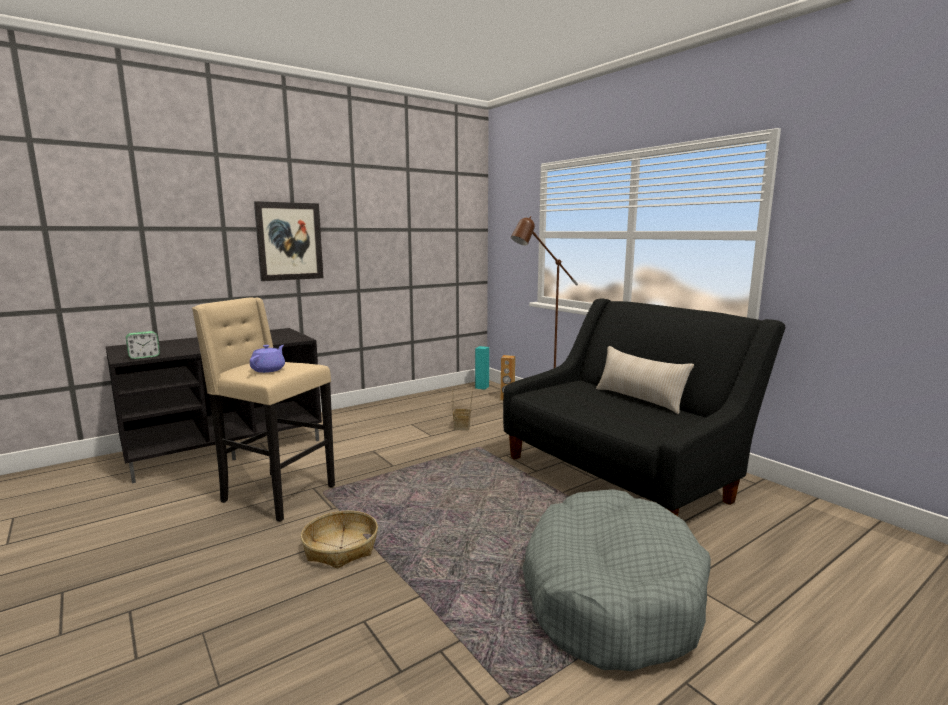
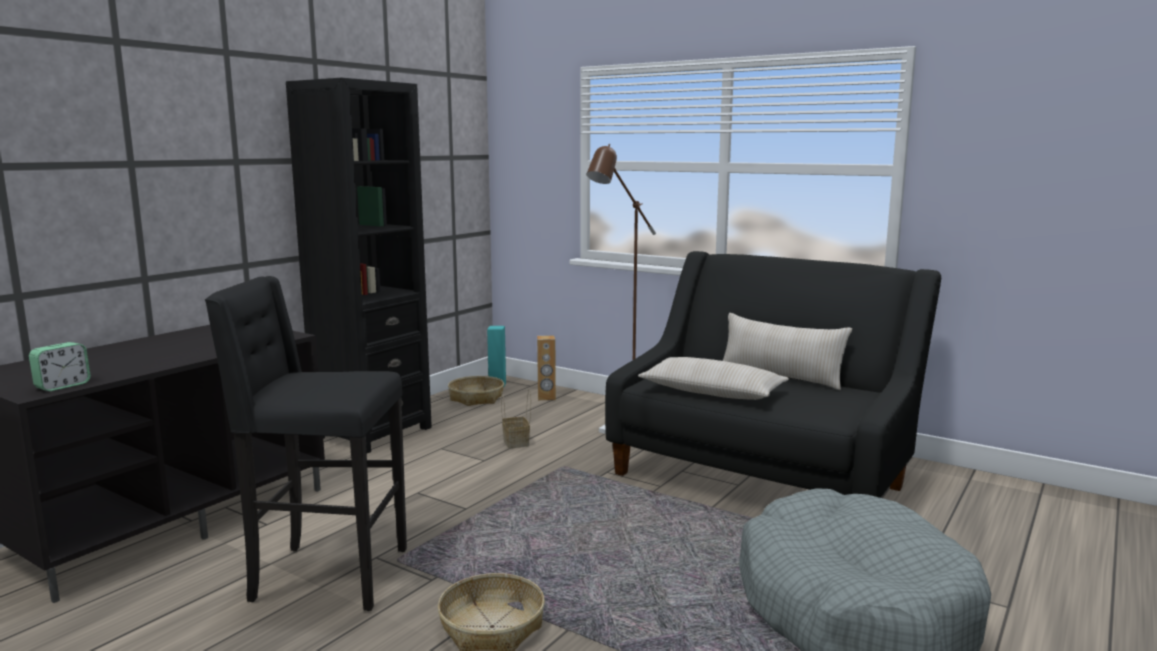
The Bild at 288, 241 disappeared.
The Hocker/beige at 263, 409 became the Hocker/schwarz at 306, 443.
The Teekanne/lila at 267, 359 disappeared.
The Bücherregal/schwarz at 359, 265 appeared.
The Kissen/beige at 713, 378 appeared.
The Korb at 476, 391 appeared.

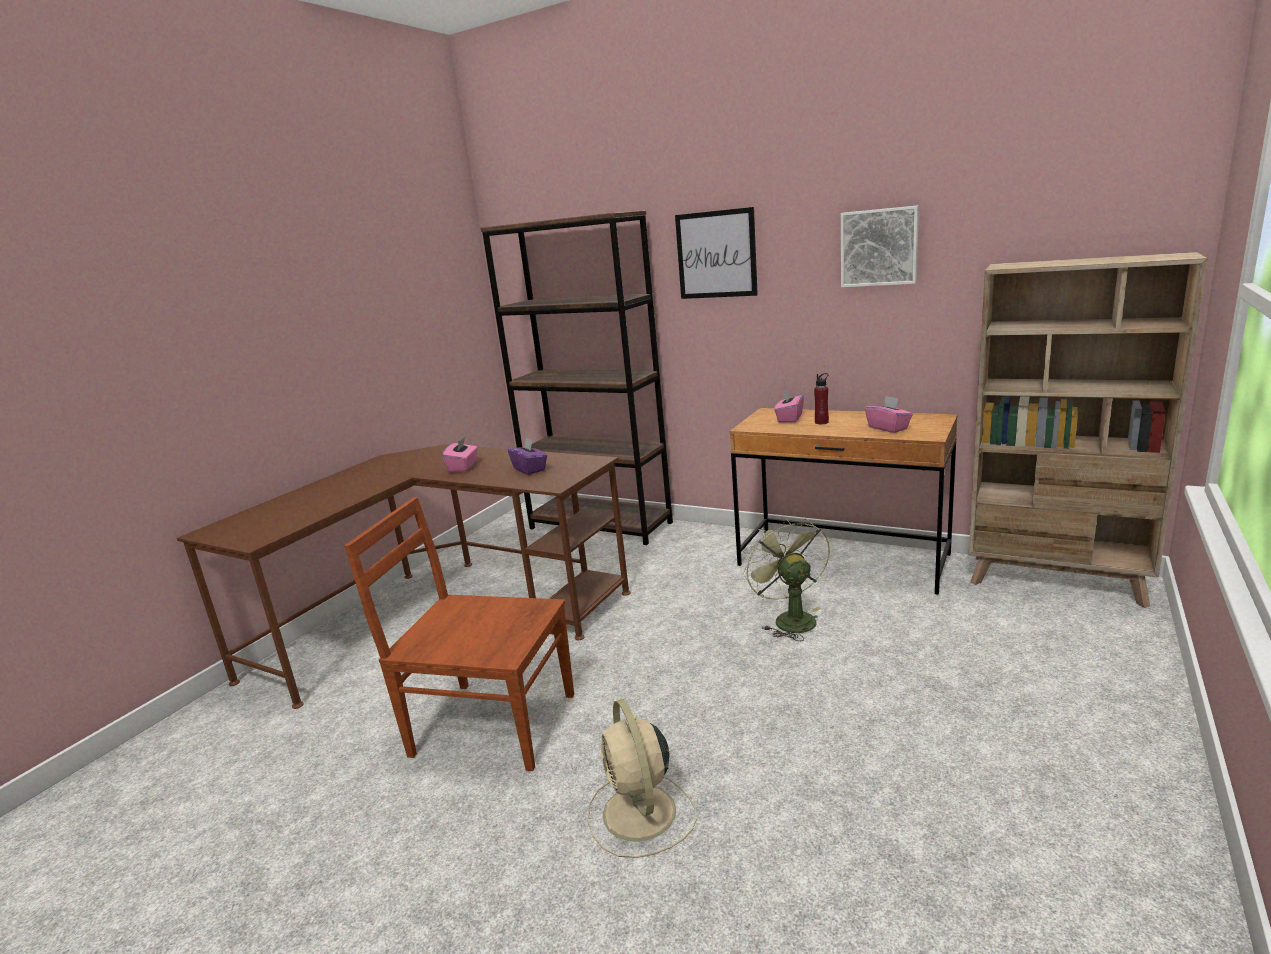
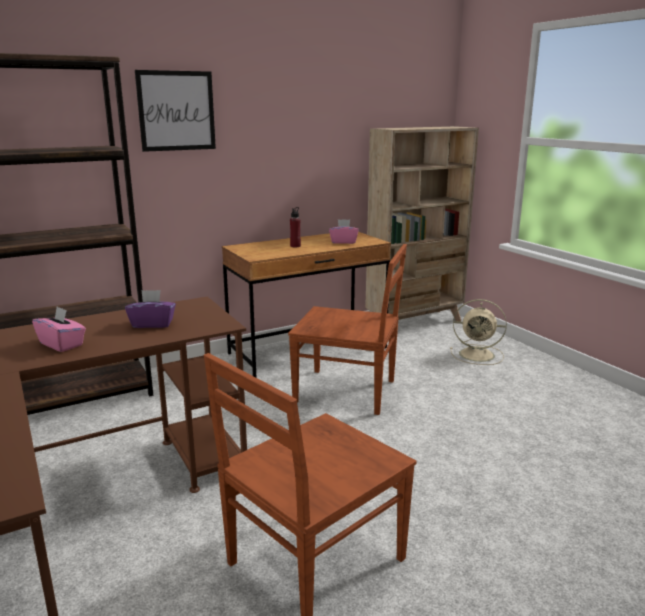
The Bild at 880, 246 disappeared.
The Taschentuchbox/rosa at 789, 406 disappeared.
The Ventilator/grün at 786, 579 was replaced by the Stuhl/braun at 347, 329.
The Ventilator/beige moved from 642, 778 to 478, 332.

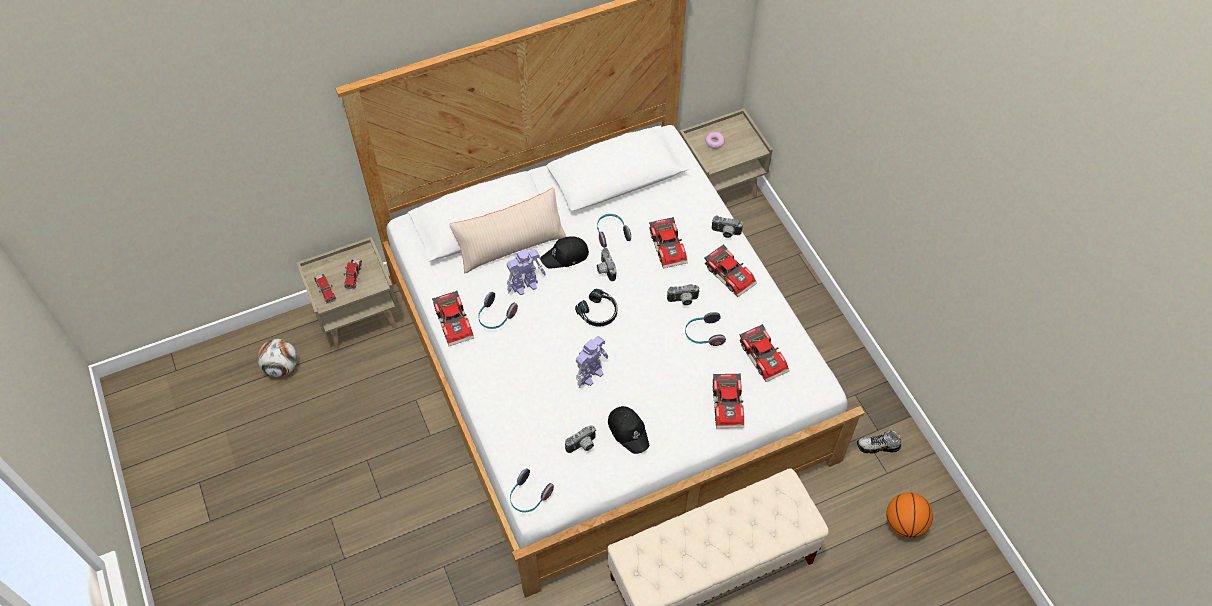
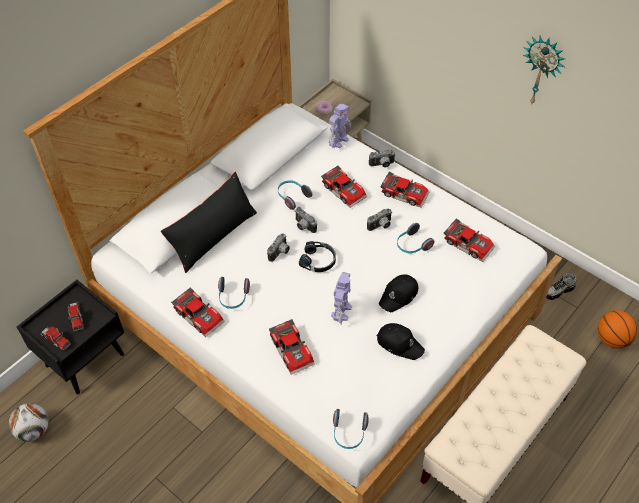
The Kissen/beige at 508, 231 became the Kissen/schwarz at 209, 222.
The Kappe/schwarz moved from 564, 252 to 398, 293.
The Nachttisch/beige at 347, 293 became the Nachttisch/schwarz at 70, 337.
The Spielzeugroboter moved from 526, 272 to 340, 126.
The Spielzeugauto moved from 728, 401 to 292, 347.
The Kamera moved from 580, 439 to 278, 247.
The Wanduhr at 544, 70 appeared.

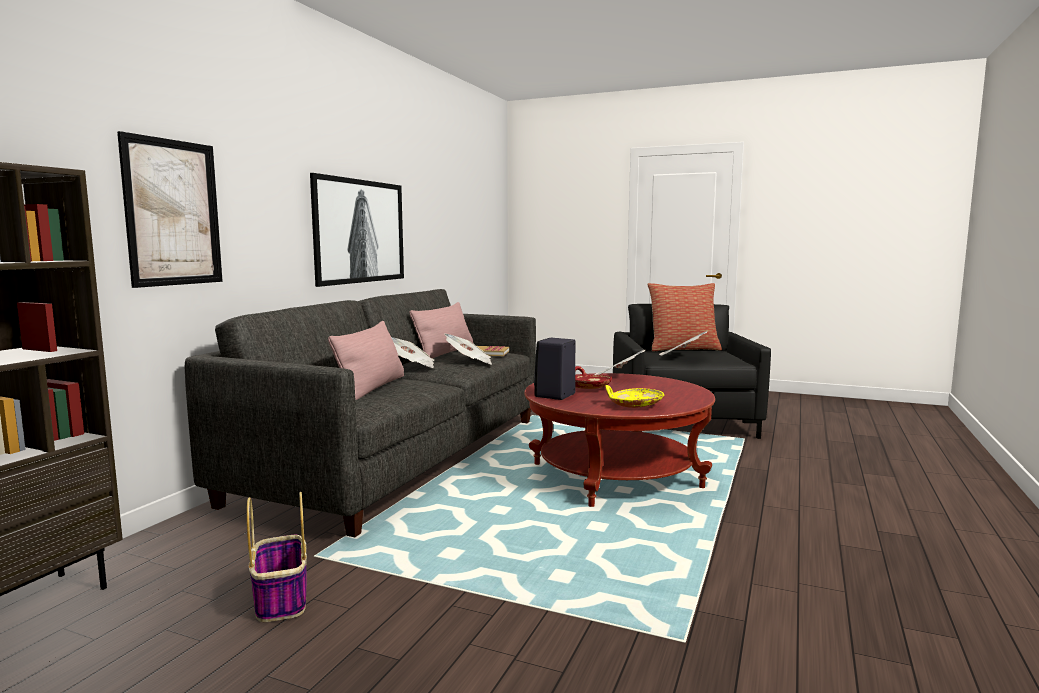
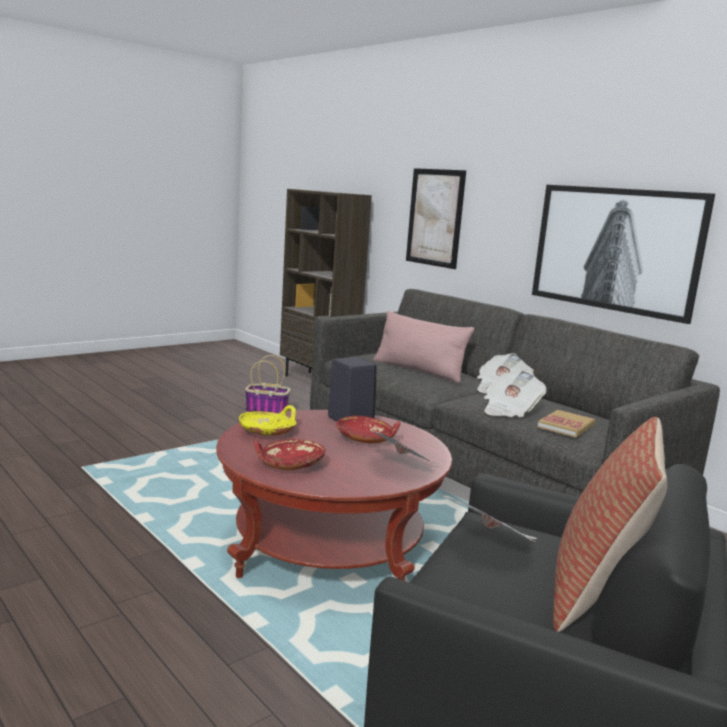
The Kissen/rosa at 441, 330 disappeared.
The Schüssel/rot at 290, 454 appeared.

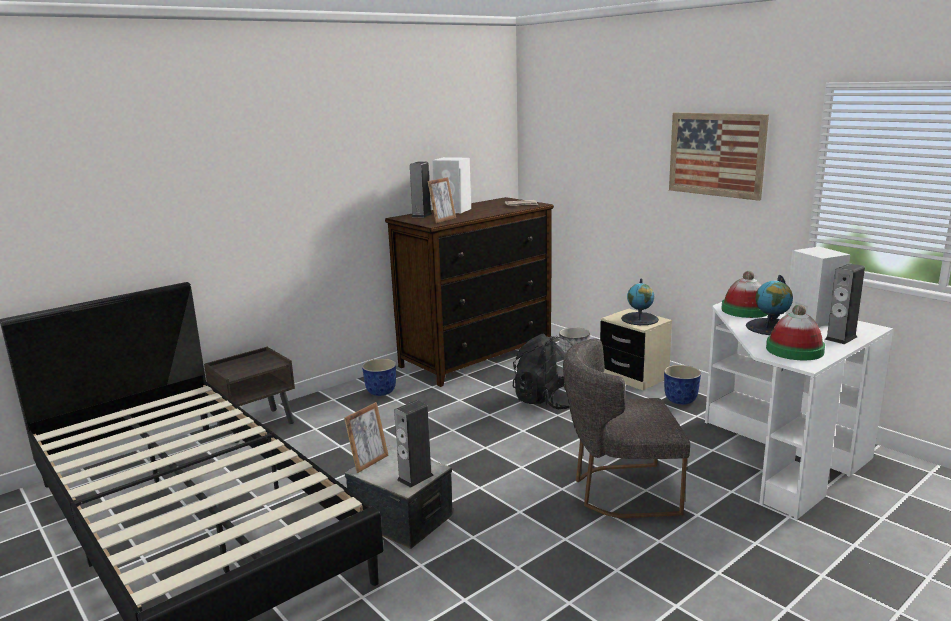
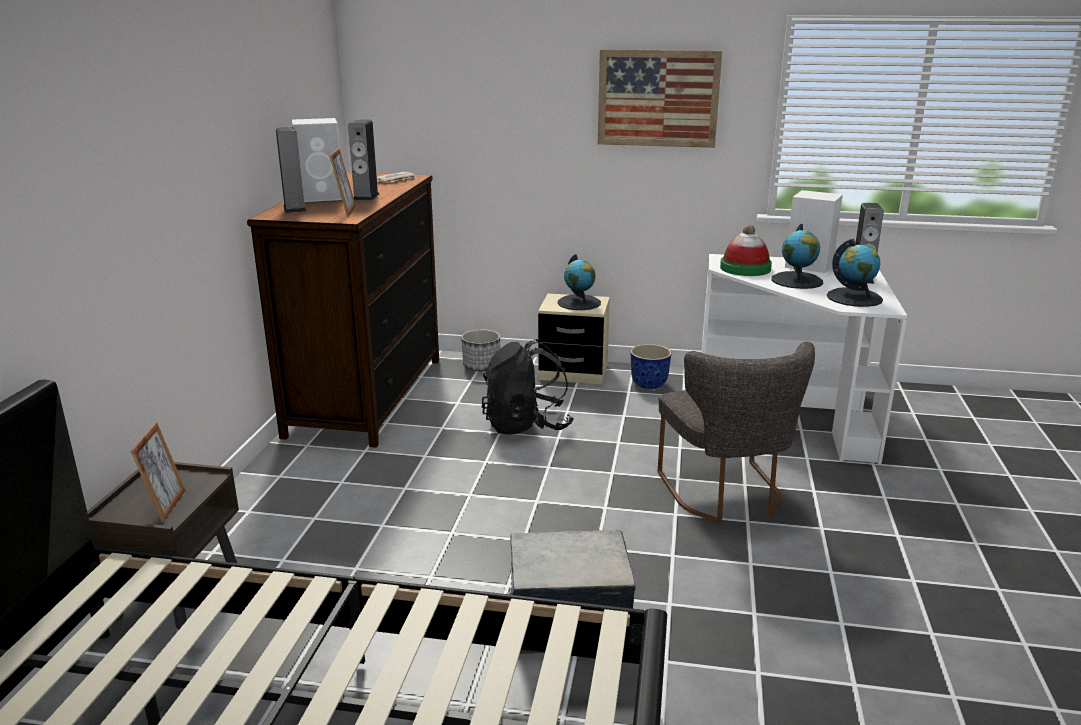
The Hut at 795, 332 was replaced by the Globus at 855, 273.
The Stuhl/grau at 626, 428 turned 60 degrees counterclockwise.
The Pflanzkübel at 379, 377 disappeared.
The Lautsprecher moved from 414, 444 to 363, 159.
The Bilderrahmen moved from 366, 437 to 157, 472.

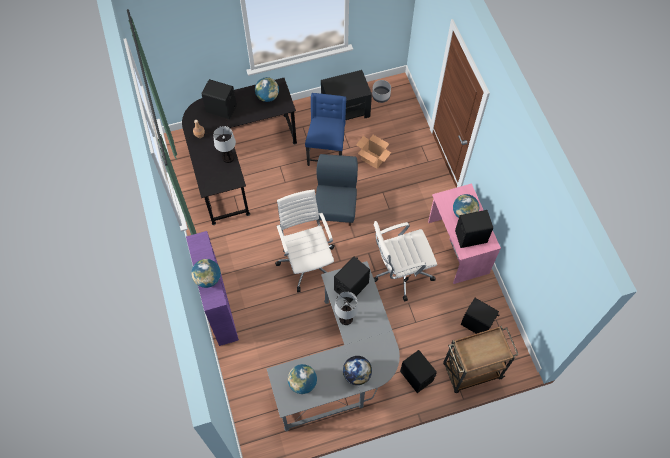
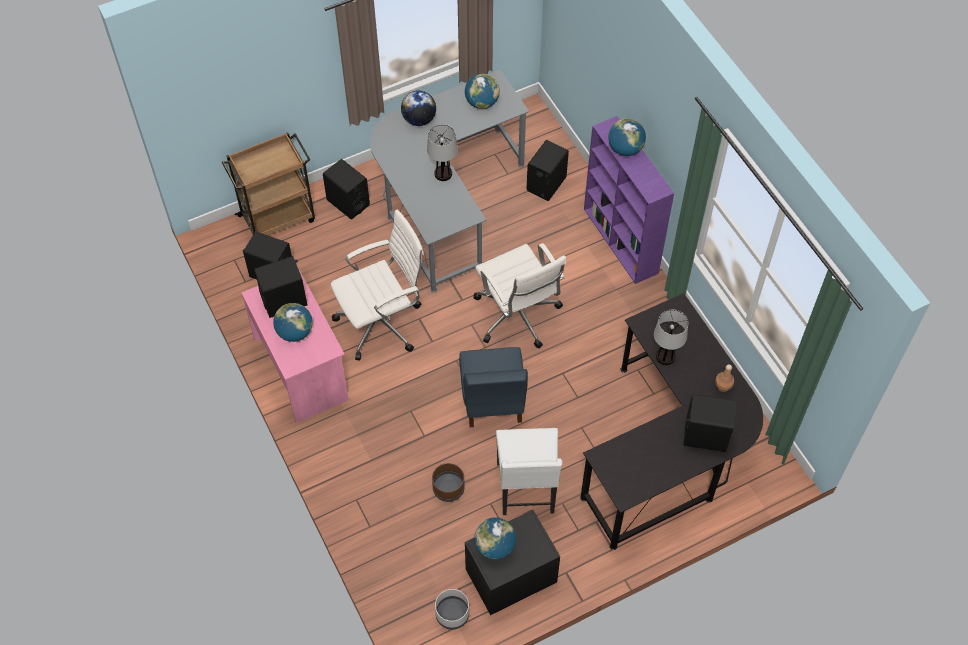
The Globus moved from 267, 89 to 495, 538.
The Stuhl/blau at 325, 129 became the Stuhl/weiß at 529, 471.
The Karton at 374, 152 was replaced by the Pflanzkübel/braun at 448, 482.
The Lautsprecher/schwarz moved from 352, 280 to 547, 170.

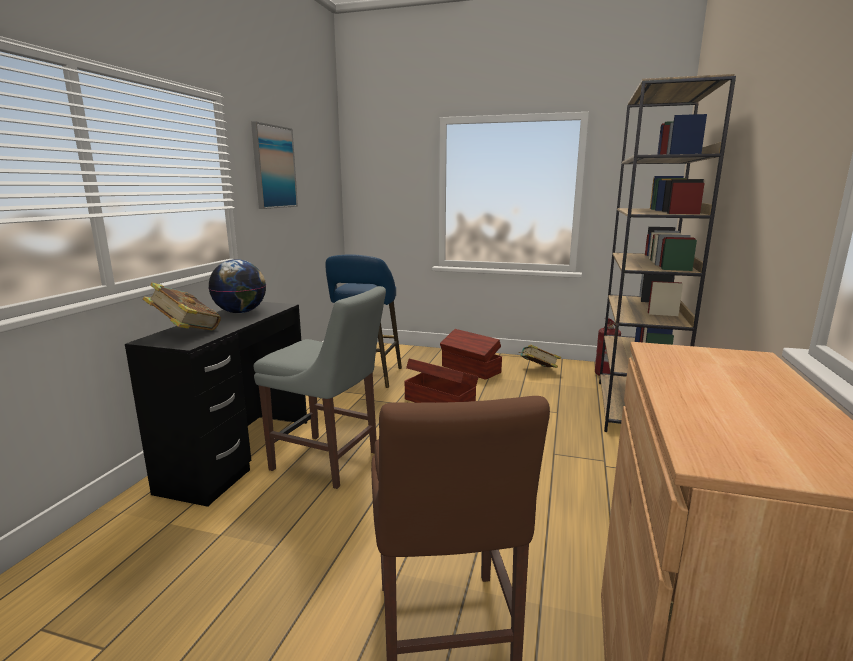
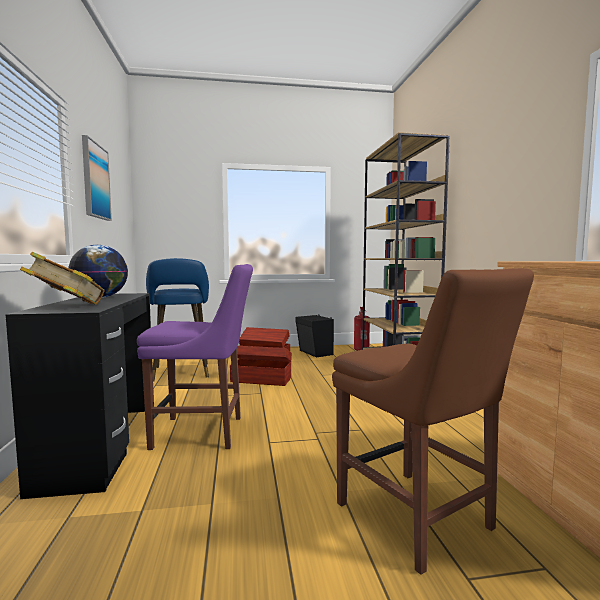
The Stuhl/grau at 320, 387 became the Stuhl/lila at 195, 357.
The Buch at 540, 356 was replaced by the Lautsprecher/schwarz at 315, 336.

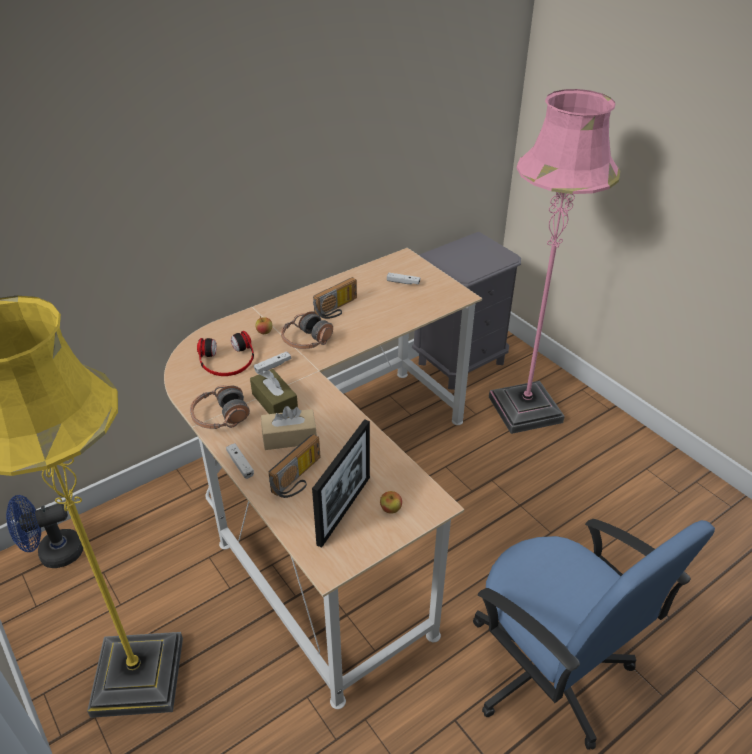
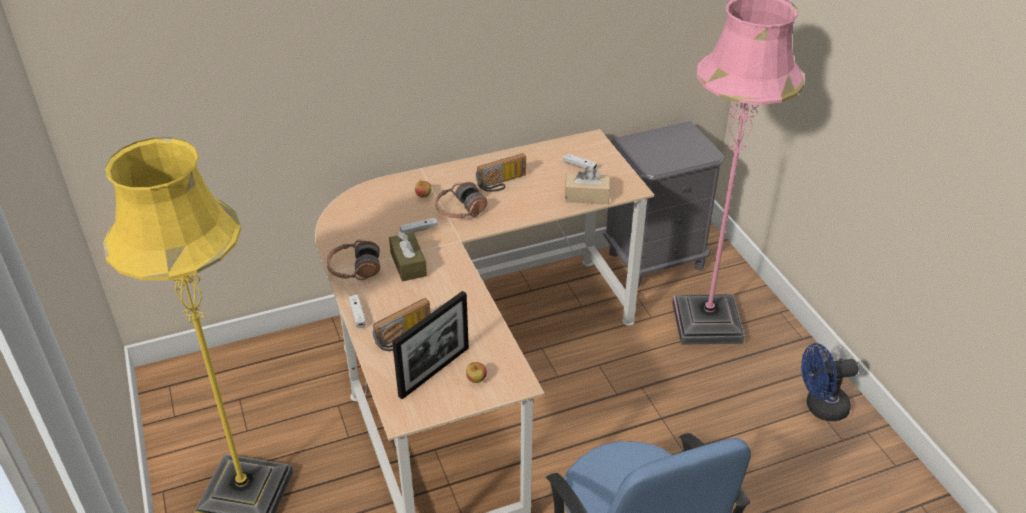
The Kopfhörer at 225, 353 disappeared.
The Taschentuchbox/beige moved from 289, 428 to 587, 185.
The Ventilator/blau moved from 44, 531 to 830, 382.

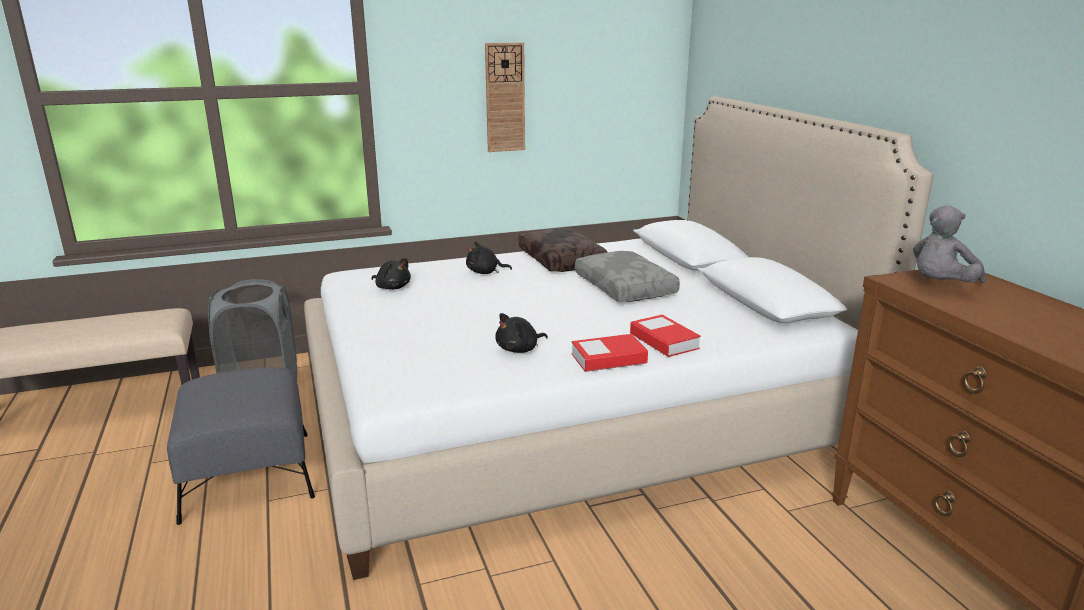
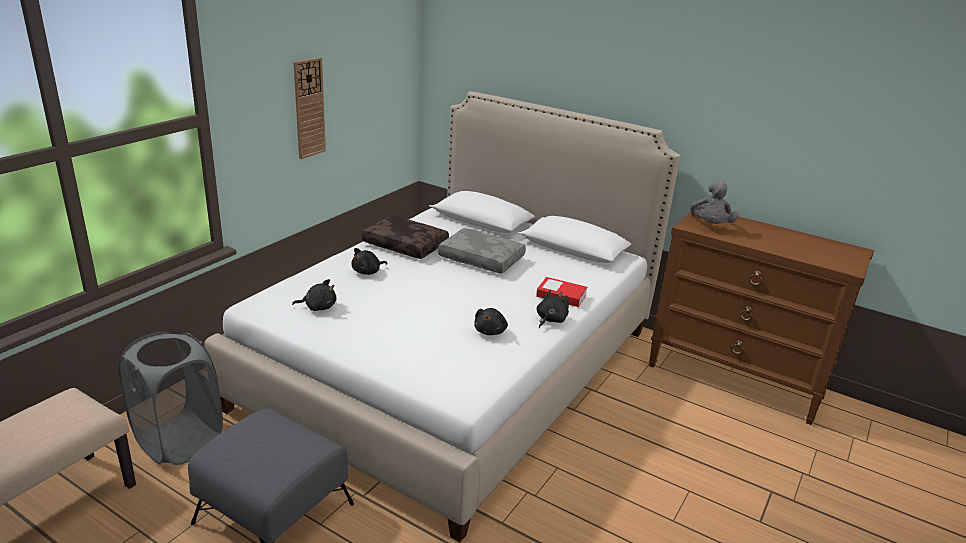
The Buch at 610, 353 was replaced by the Plüschtier/schwarz at 553, 309.

